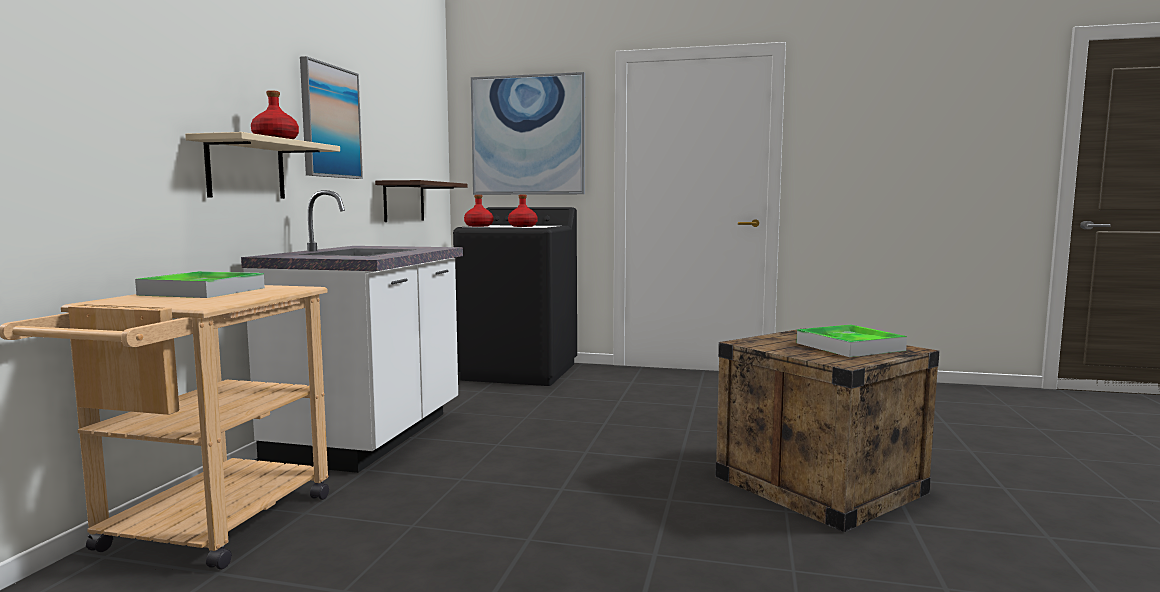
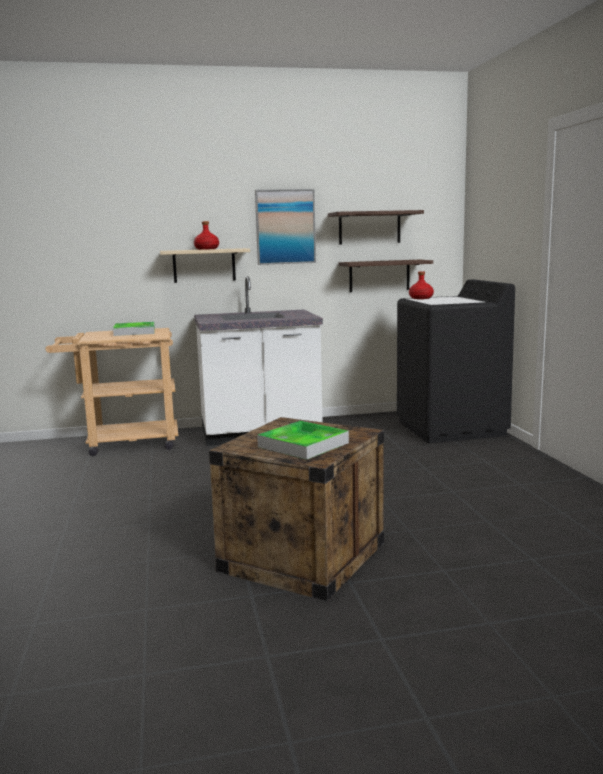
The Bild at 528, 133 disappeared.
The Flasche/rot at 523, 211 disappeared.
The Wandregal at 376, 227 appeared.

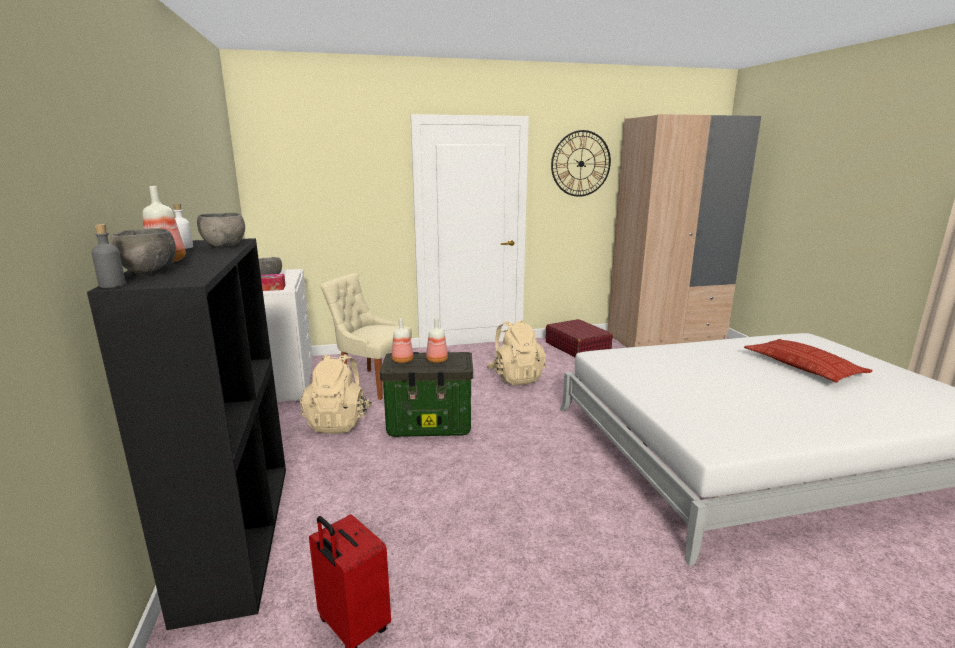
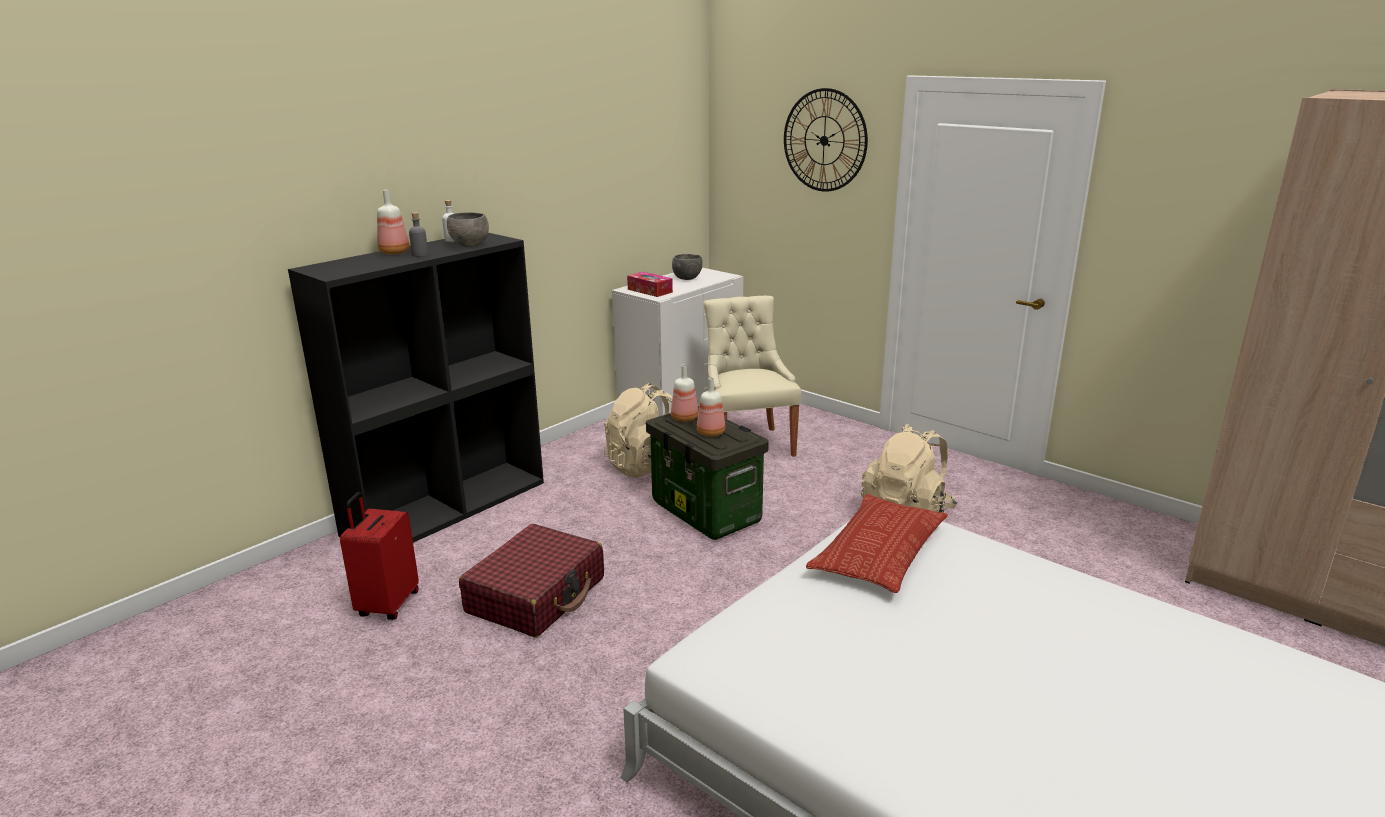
The Wanduhr moved from 581, 163 to 826, 140.
The Flasche/grau moved from 108, 256 to 418, 234.
The Schüssel/grau at 143, 251 disappeared.
The Koffer/rot moved from 579, 338 to 531, 580.
The Kissen moved from 808, 361 to 877, 543.

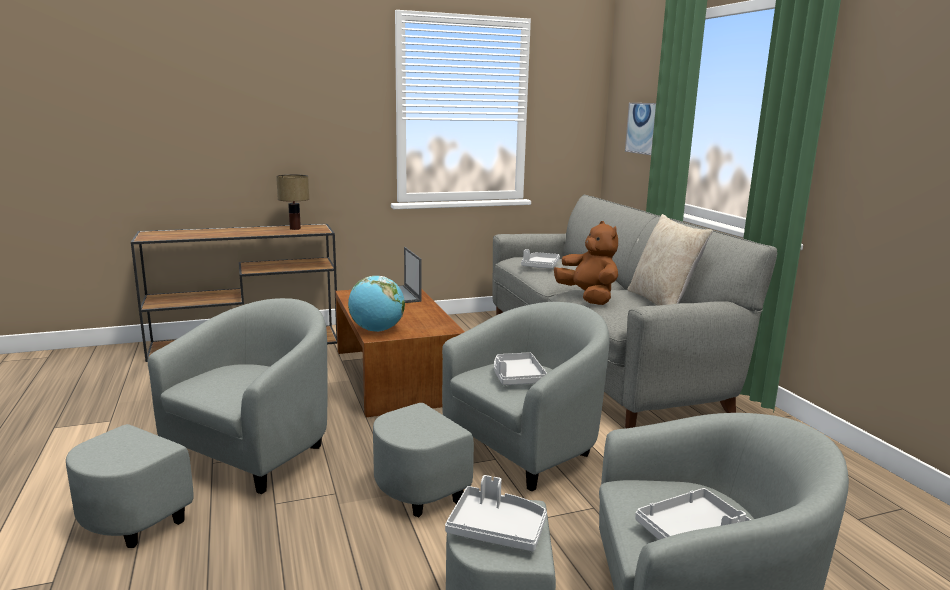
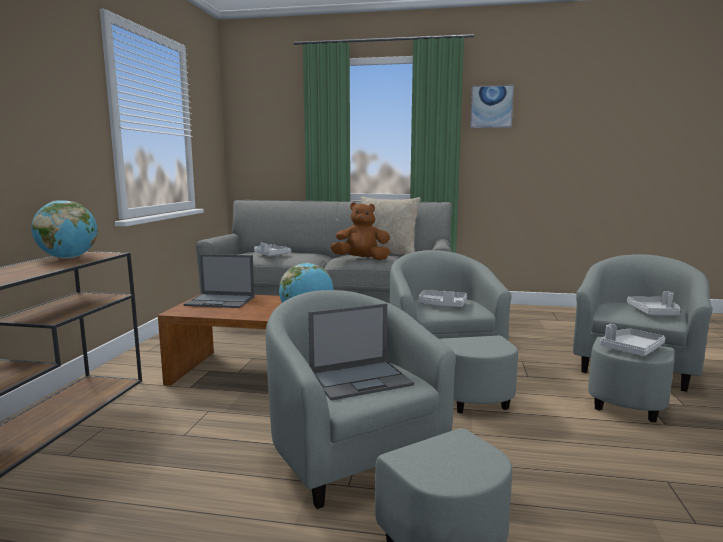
The Bild moved from 640, 129 to 492, 106.
The Tischlampe at 292, 202 was replaced by the Globus at 64, 229.
The Laptop at 361, 352 appeared.

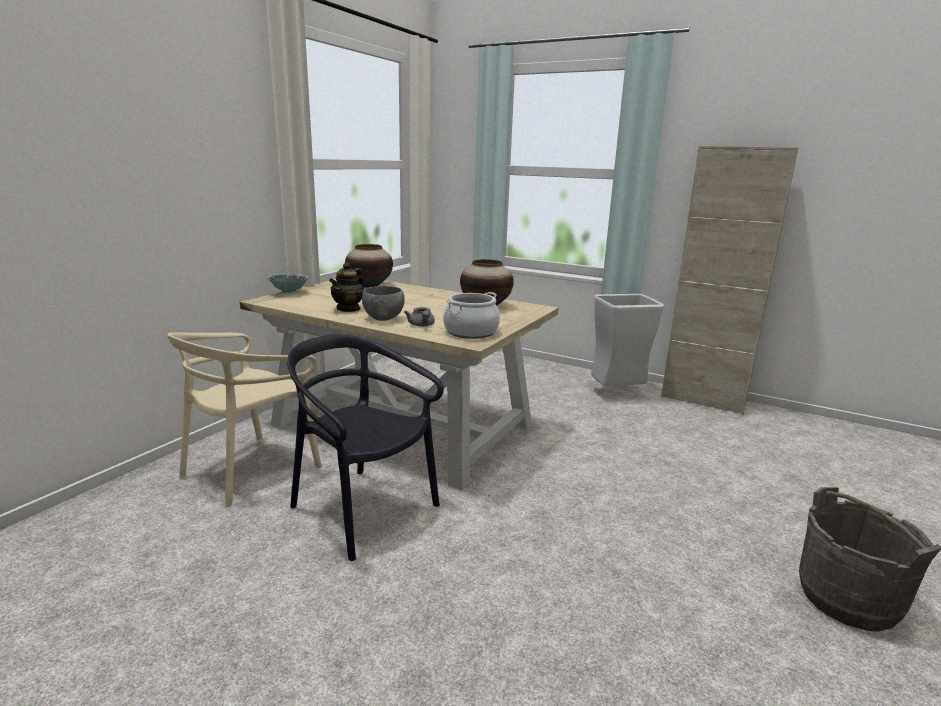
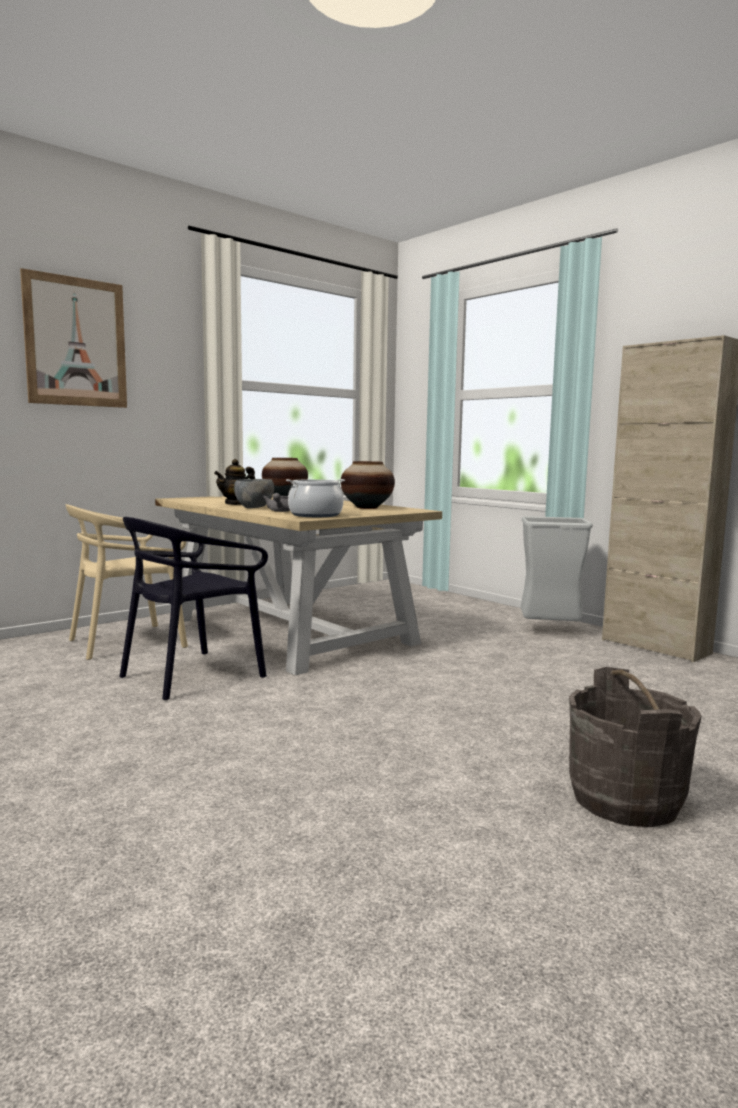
The Schüssel at 288, 283 disappeared.
The Stuhl/schwarz at 365, 447 turned 105 degrees counterclockwise.
The Bild at 73, 338 appeared.

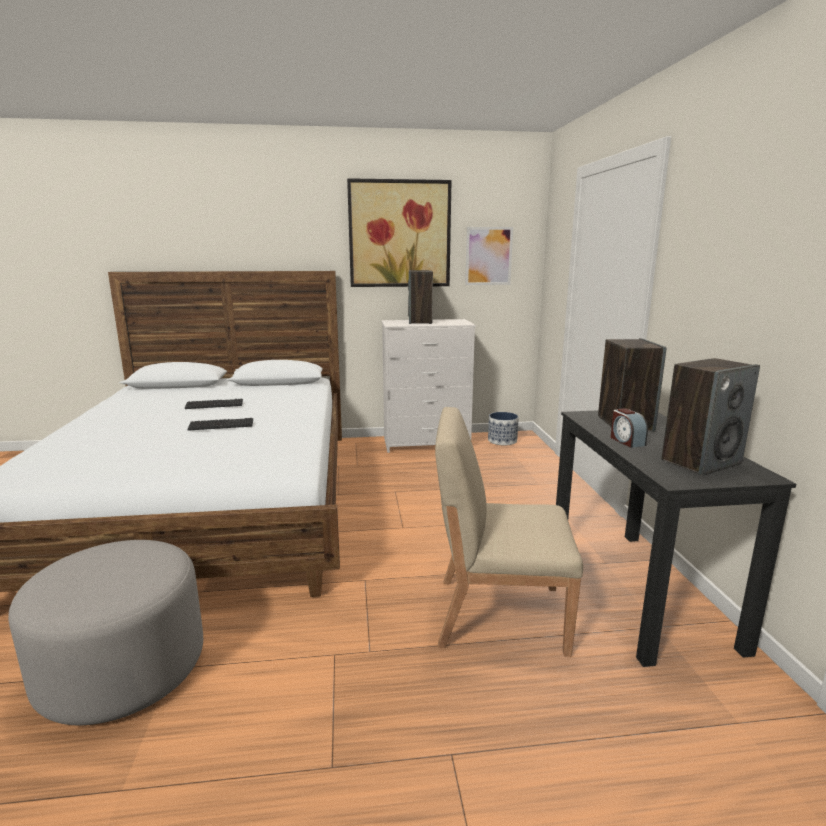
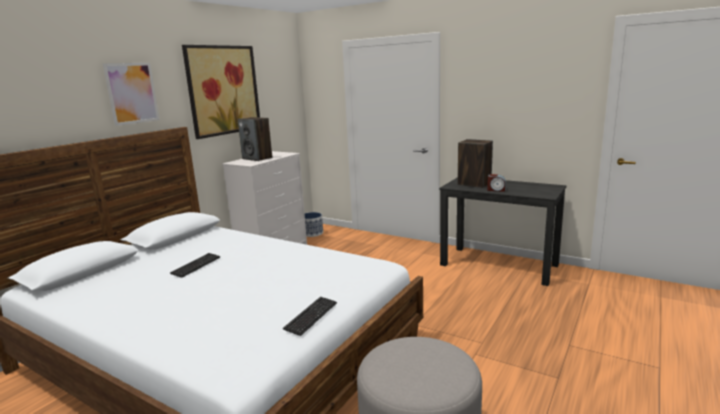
The Bild moved from 489, 256 to 131, 94.
The Lautsprecher at 710, 417 disappeared.
The Stuhl/beige at 509, 532 disappeared.
The Tastatur moved from 220, 424 to 310, 316.

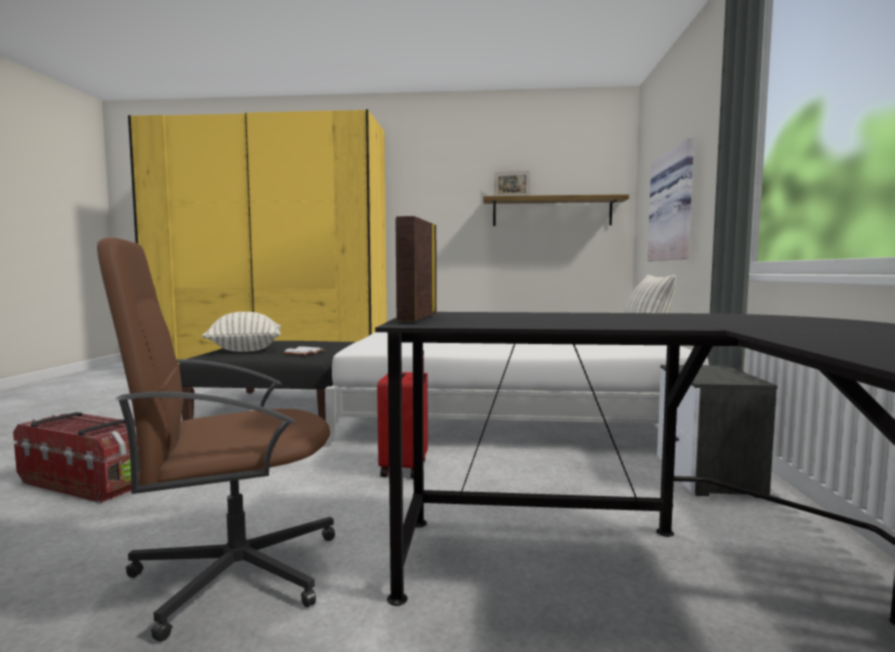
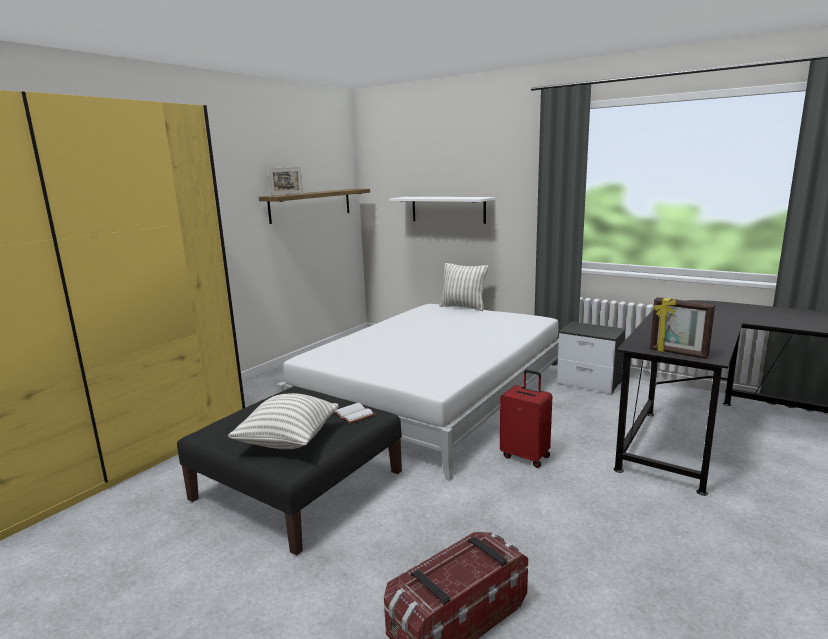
The Bild at 671, 199 was replaced by the Wandregal/weiß at 442, 210.
The Bürostuhl/braun at 216, 440 disappeared.

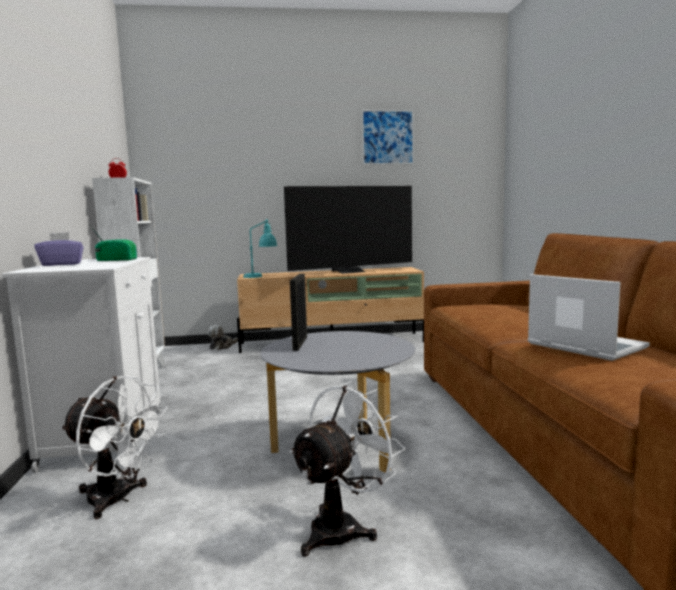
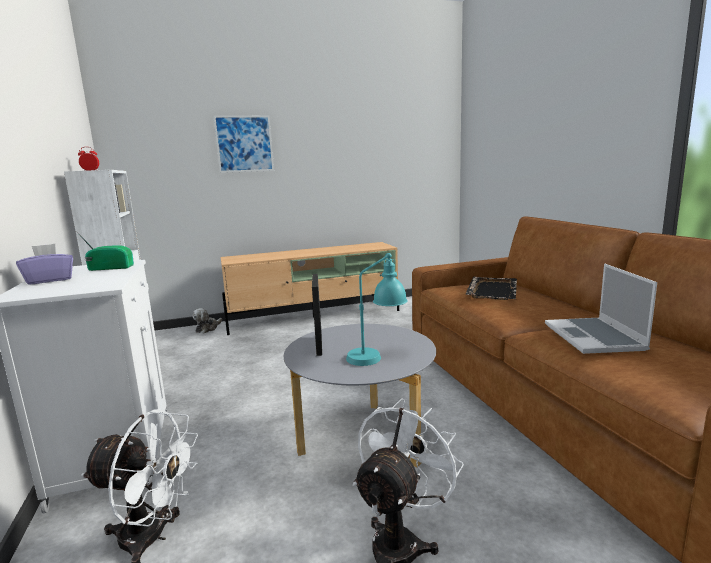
The Bild moved from 387, 137 to 243, 144.
The Fernseher at 348, 230 disappeared.
The Tischlampe/türkis moved from 260, 248 to 376, 309.
The Laptop at 588, 317 turned 135 degrees counterclockwise.
The Tablett/schwarz at 491, 288 appeared.

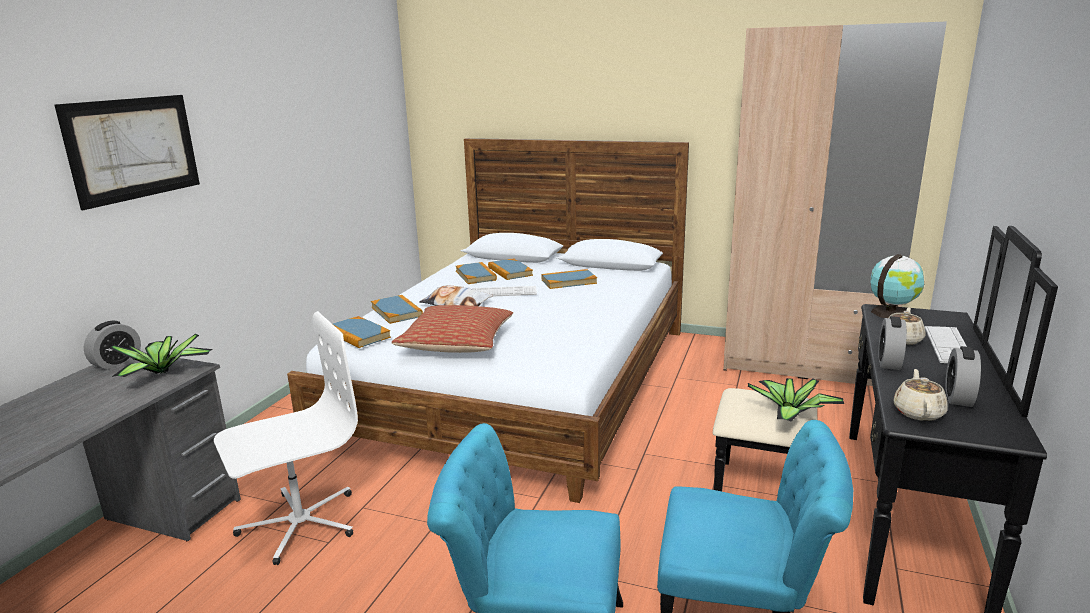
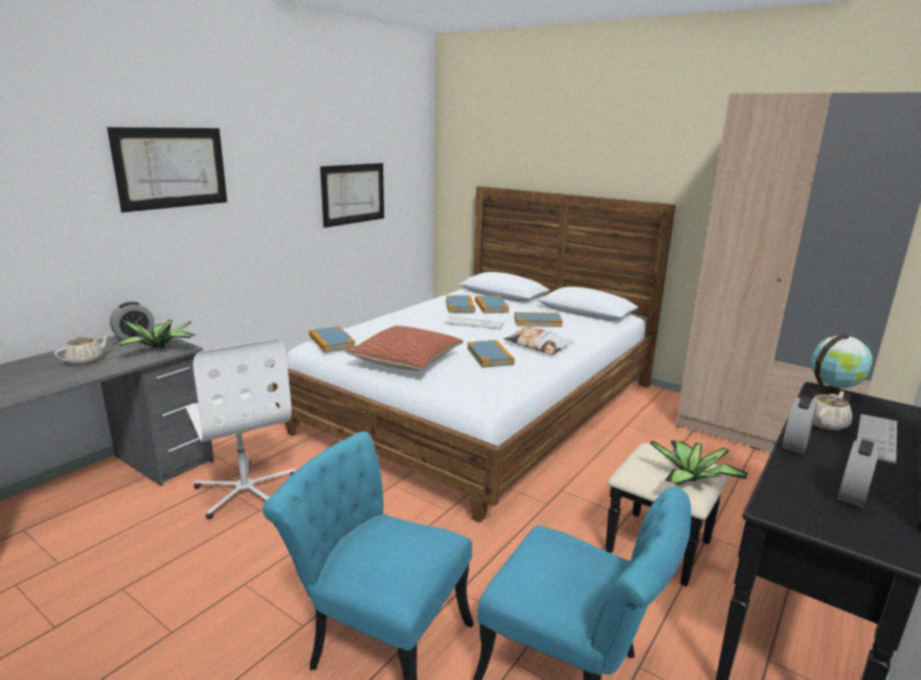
The Kissen moved from 456, 295 to 539, 341.
The Buch moved from 397, 309 to 491, 354.
The Bürostuhl/weiß at 286, 438 turned 75 degrees clockwise.
The Teekanne/beige moved from 921, 395 to 82, 349.
The Bild at 352, 195 appeared.

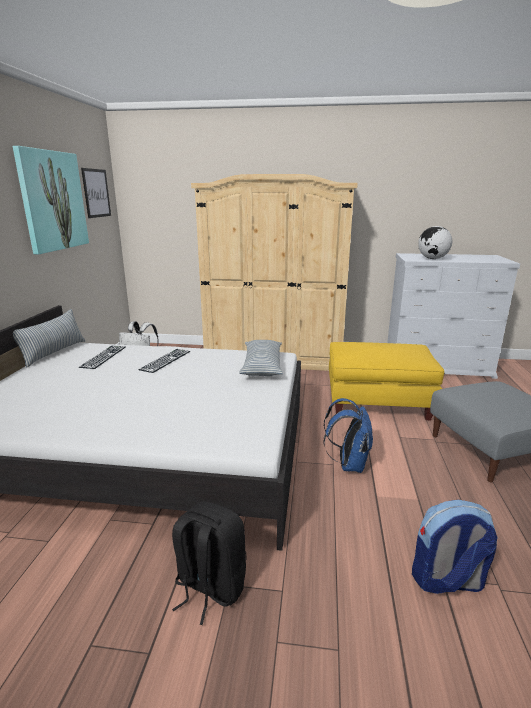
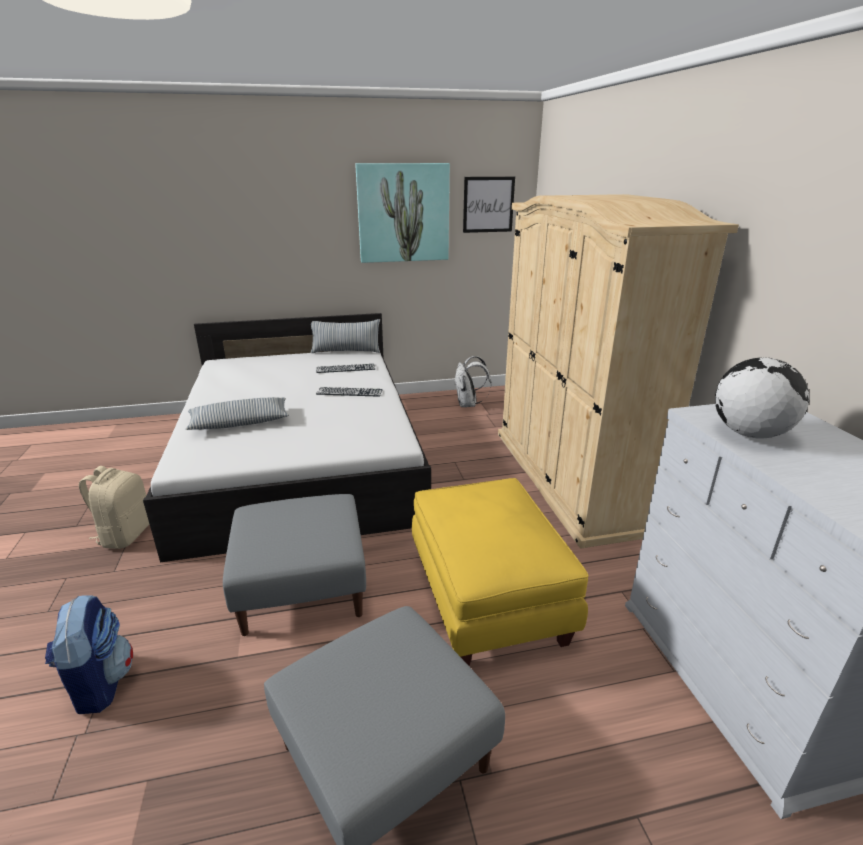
The Kissen moved from 261, 358 to 237, 413.
The Rucksack/blau at 348, 435 was replaced by the Polsterhocker/grau at 294, 565.
The Rucksack/schwarz at 209, 563 became the Rucksack/beige at 114, 507.

